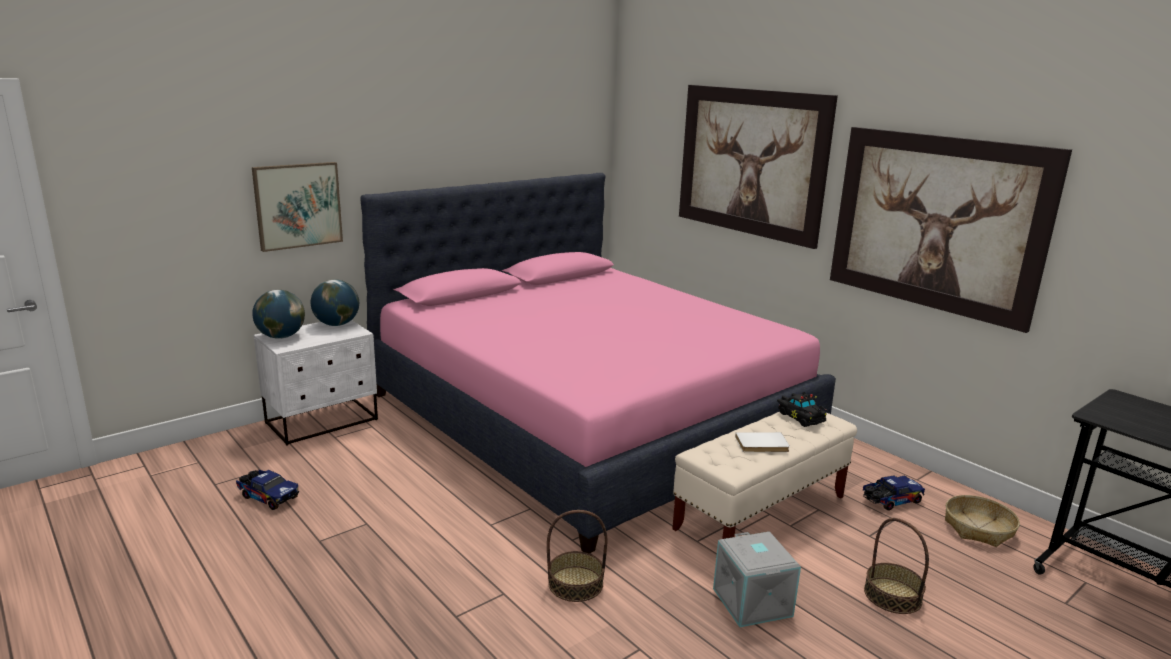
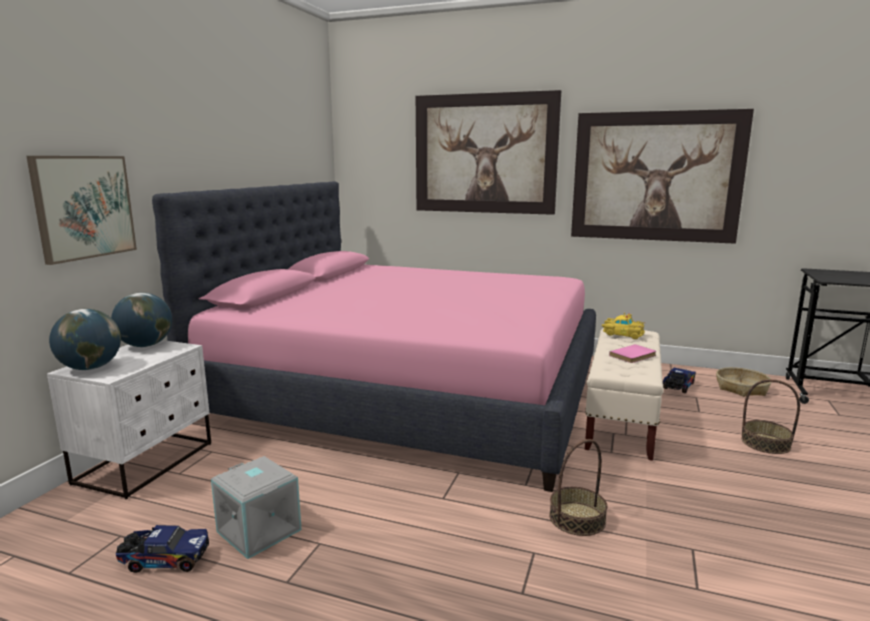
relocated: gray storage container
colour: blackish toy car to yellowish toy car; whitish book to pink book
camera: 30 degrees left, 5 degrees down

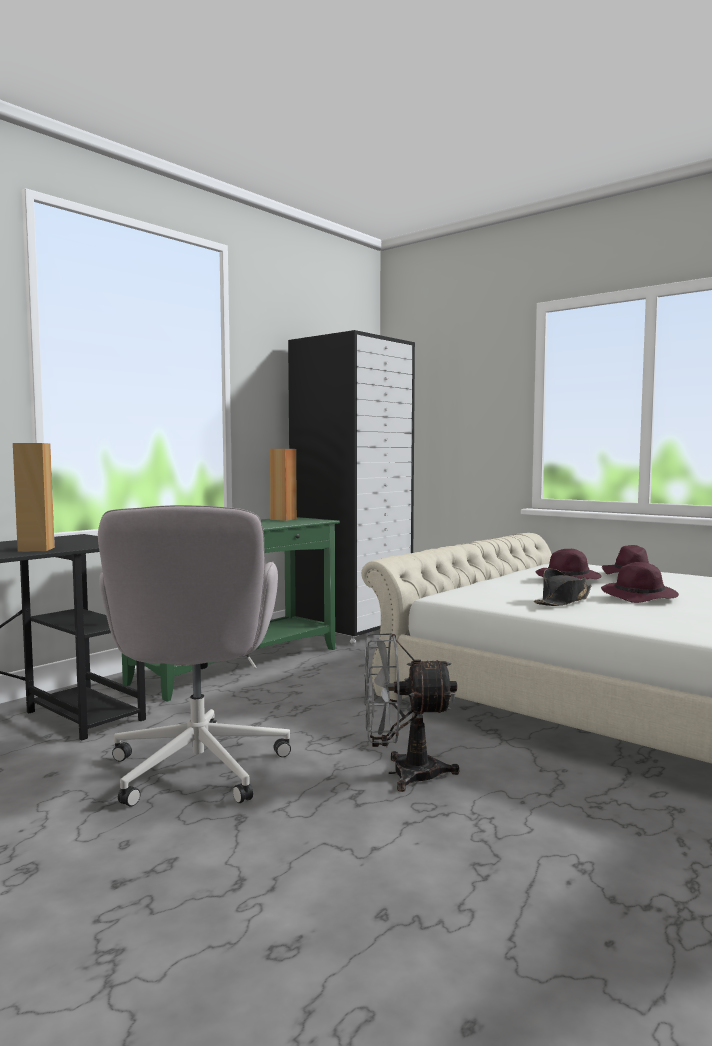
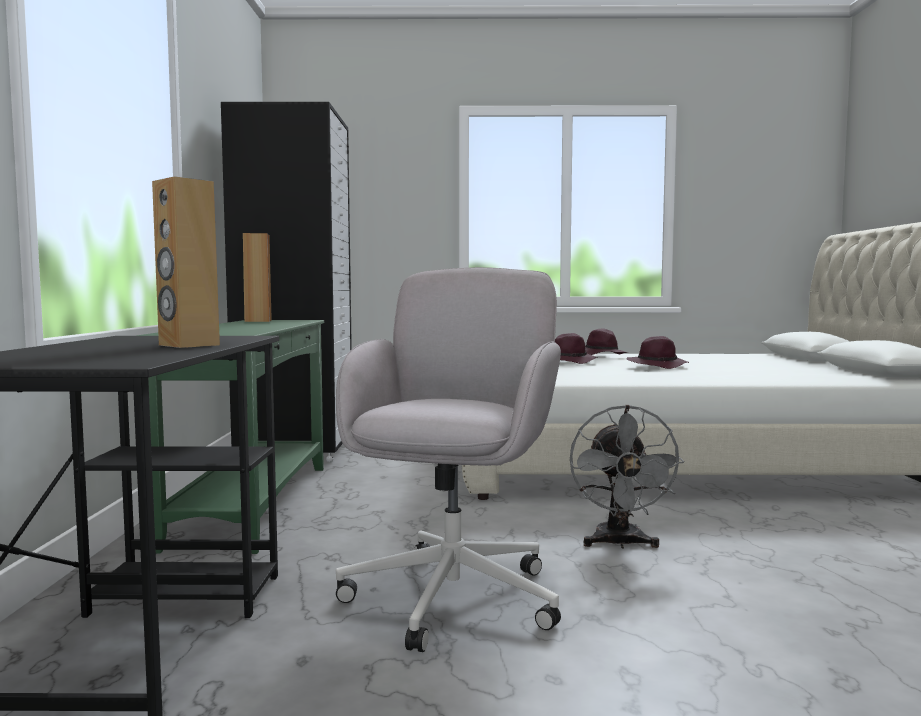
missing: blackish clothing hat
spun: gray desk chair 120 degrees counterclockwise; gray electric fan 45 degrees counterclockwise
camera: 40 degrees left, 0 degrees up

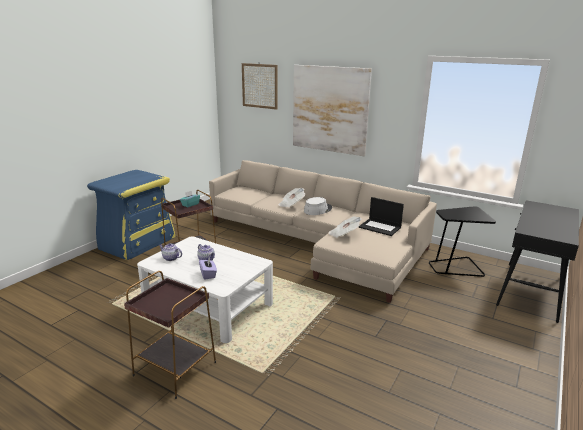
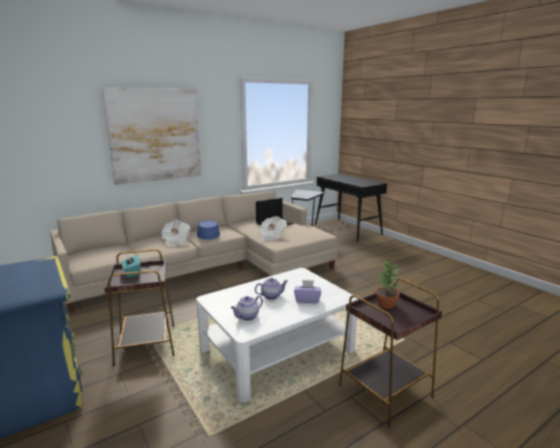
missing: wall picture (no. 1 from left)
appeared: plant in a pot
colour: gray clothing hat to bluish clothing hat
camera: 65 degrees left, 5 degrees down

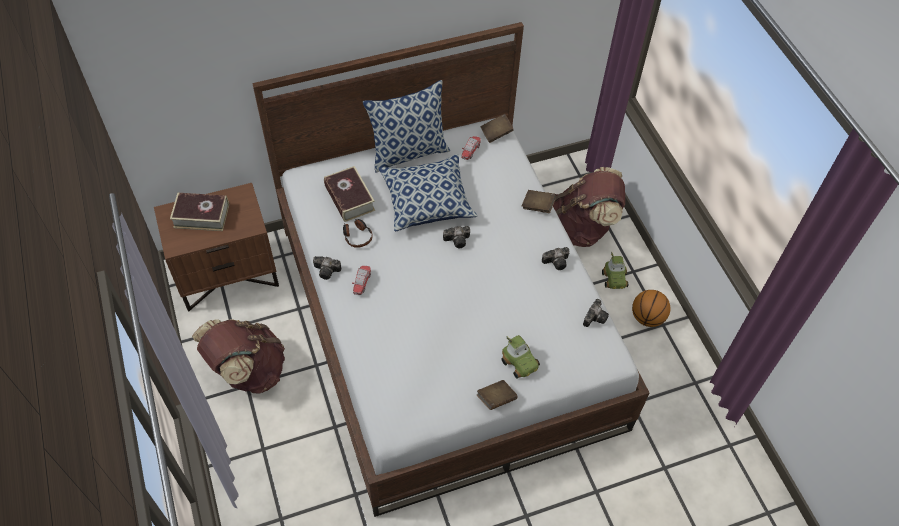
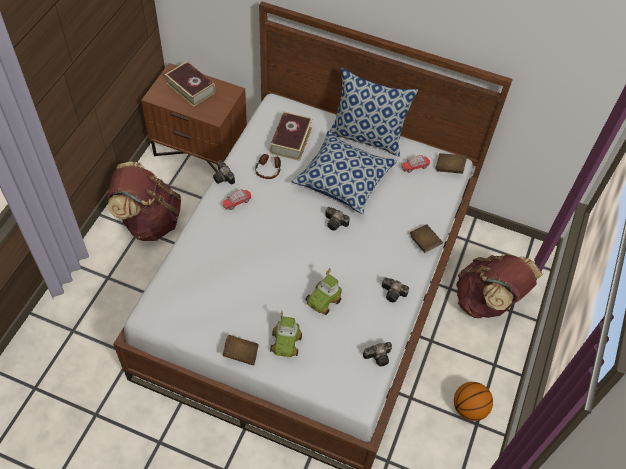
relocated: toy car (no. 4 from left in the first image) to toy car (no. 3 from left)
camera: 40 degrees right, 0 degrees up

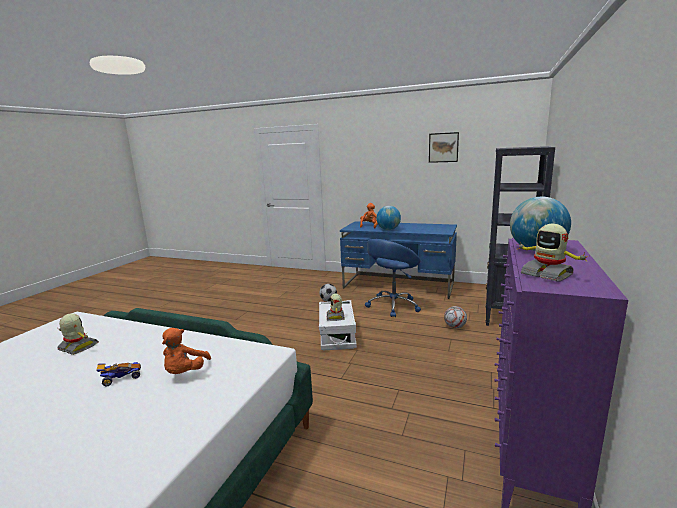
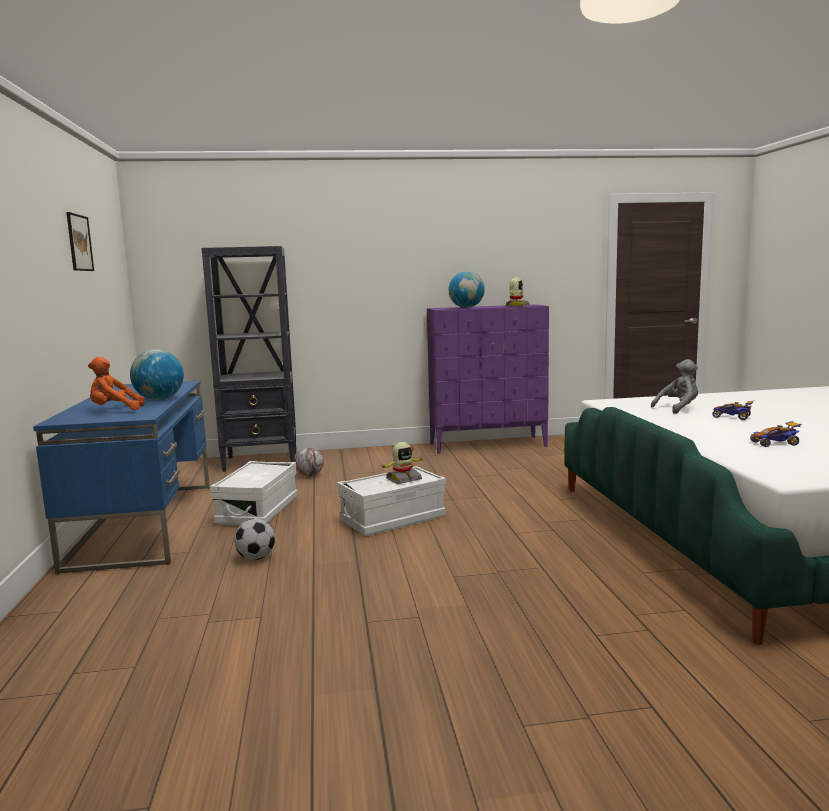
exchanged: bluish desk chair to whitish storage container (no. 1 from left); model robot (no. 1 from left) to toy car (no. 2 from left)
colour: orange-coloured plush toy (no. 1 from left) to gray plush toy
camera: 120 degrees left, 5 degrees down

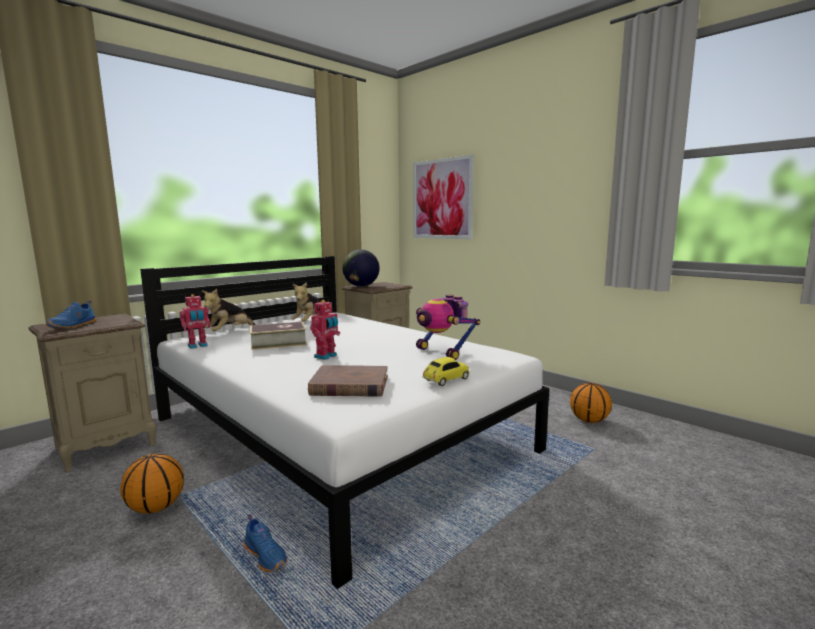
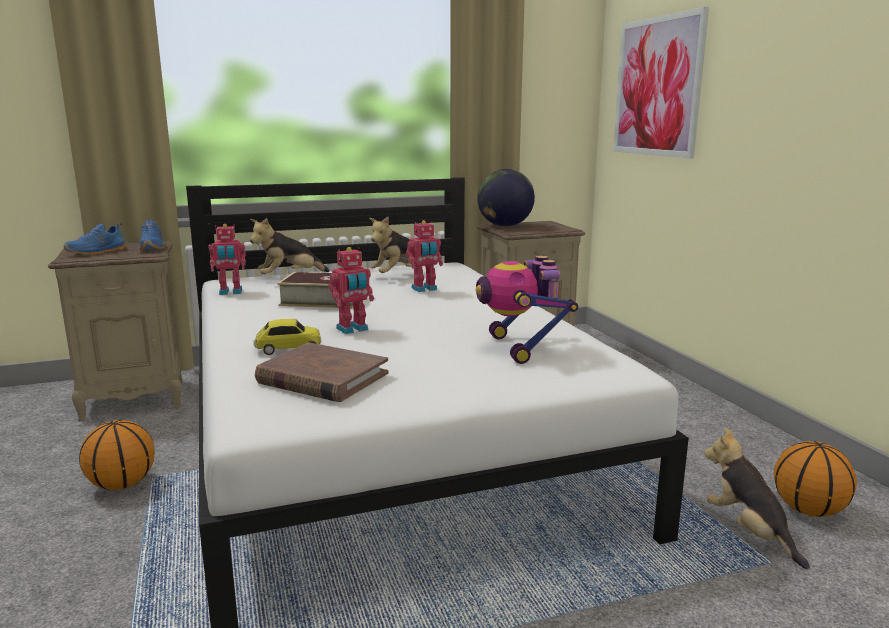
appeared: model robot (no. 3 from left); plush toy (no. 3 from left)
relocated: toy car; bluish item of footwear (no. 2 from left)
camera: 25 degrees right, 5 degrees up

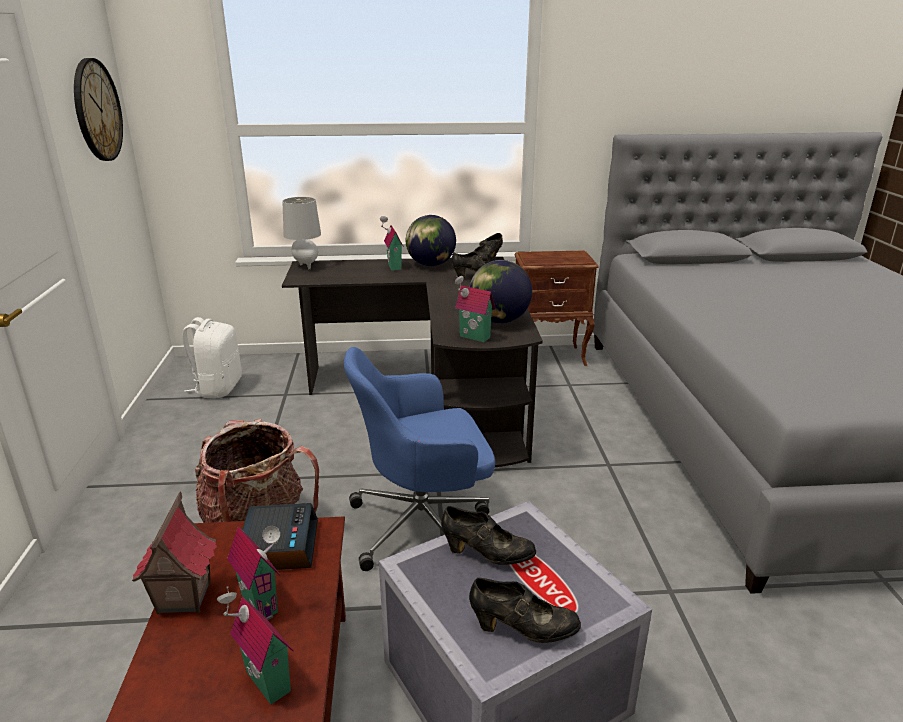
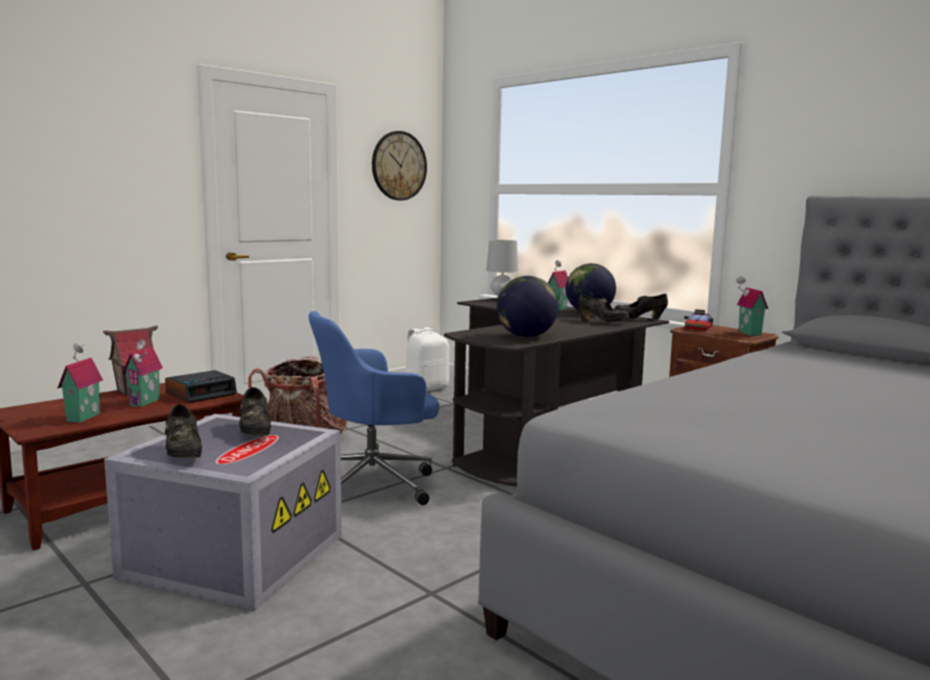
appeared: toy car
relocated: model house (no. 5 from left)
spun: bluish desk chair 60 degrees counterclockwise
camera: 50 degrees right, 15 degrees down

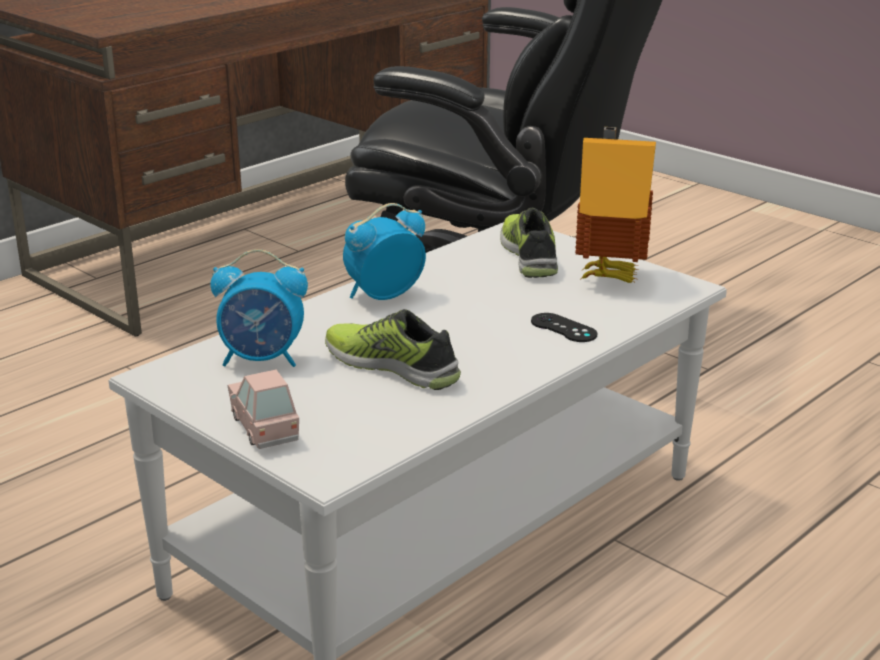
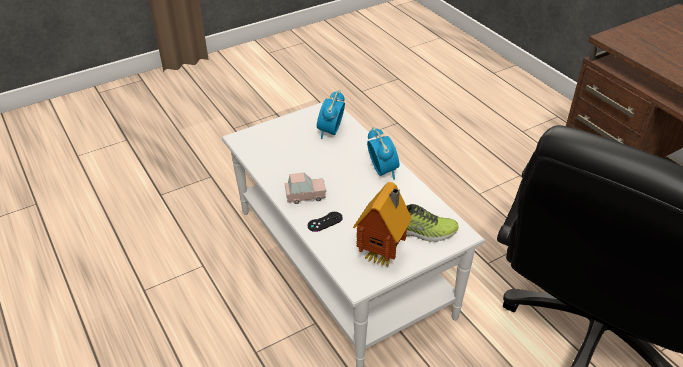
missing: item of footwear (no. 1 from left)
relocated: pink toy car
camera: 105 degrees right, 15 degrees up

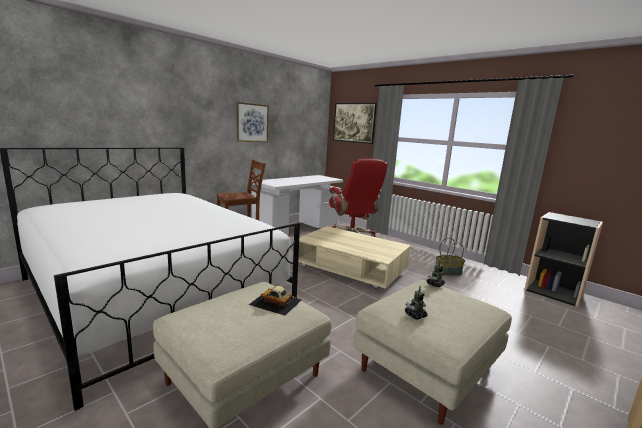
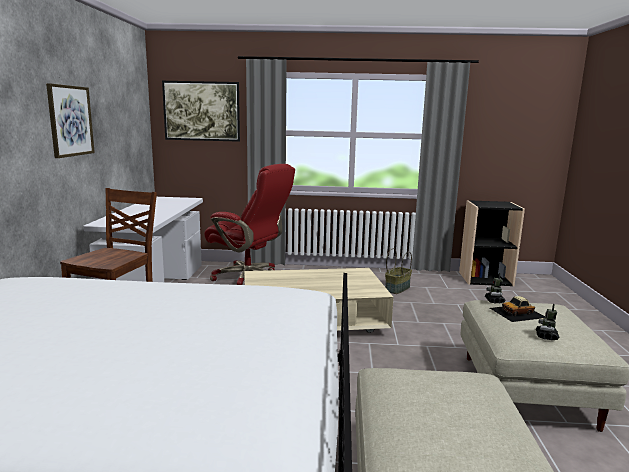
relocated: toy car
camera: 40 degrees left, 0 degrees up

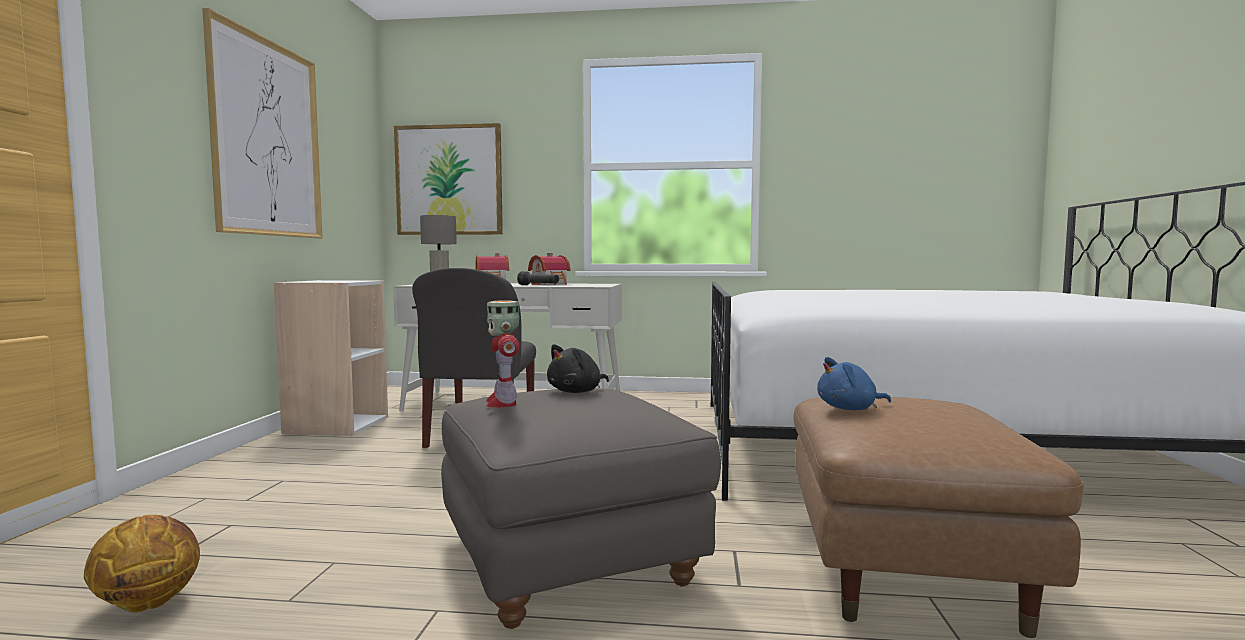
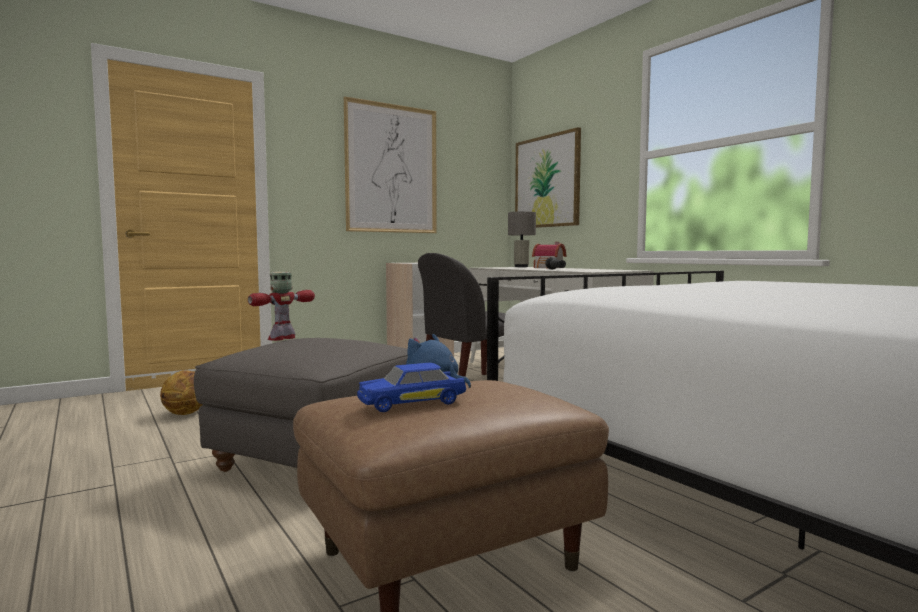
missing: model house (no. 2 from left); blackish plush toy
appeared: bluish toy car
camera: 50 degrees right, 0 degrees up

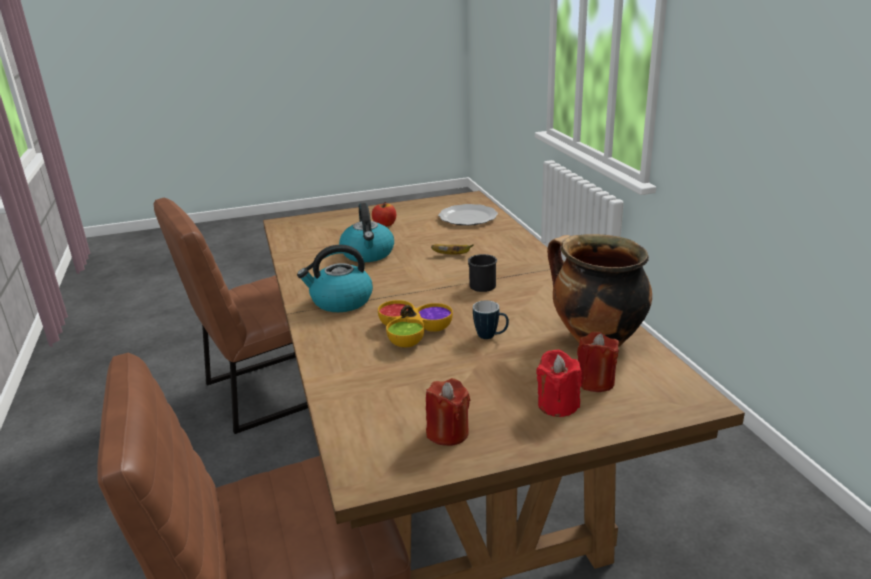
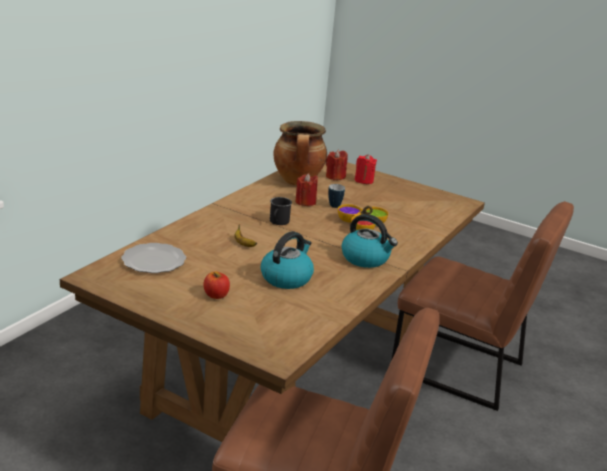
relocated: red-coloured candle (no. 1 from left)
camera: 135 degrees left, 0 degrees up

